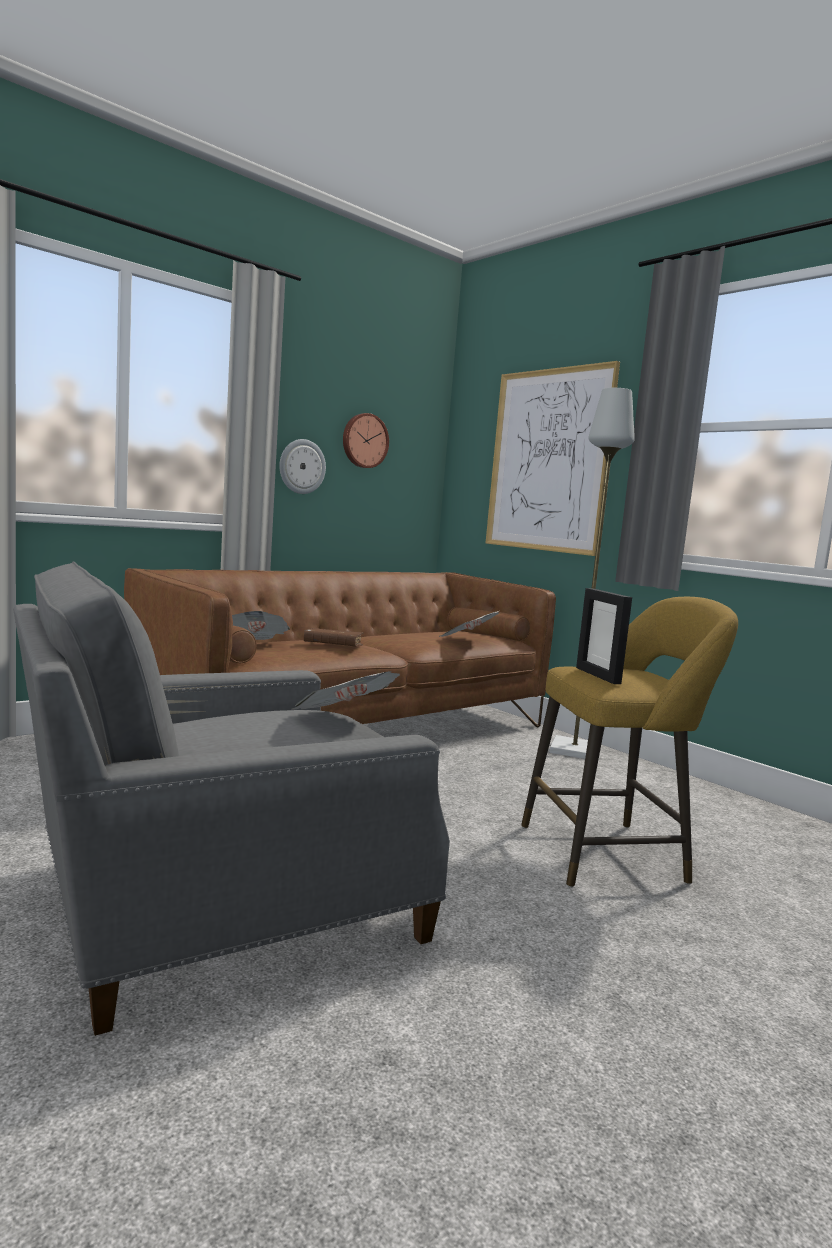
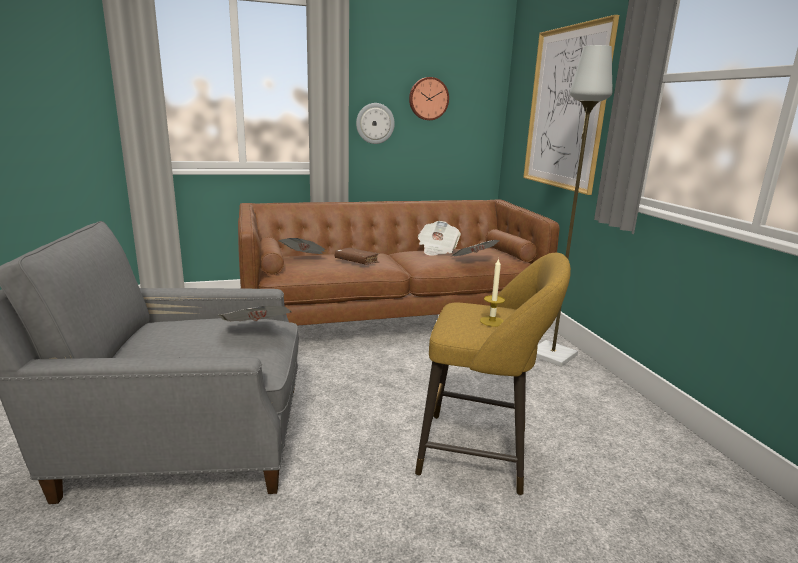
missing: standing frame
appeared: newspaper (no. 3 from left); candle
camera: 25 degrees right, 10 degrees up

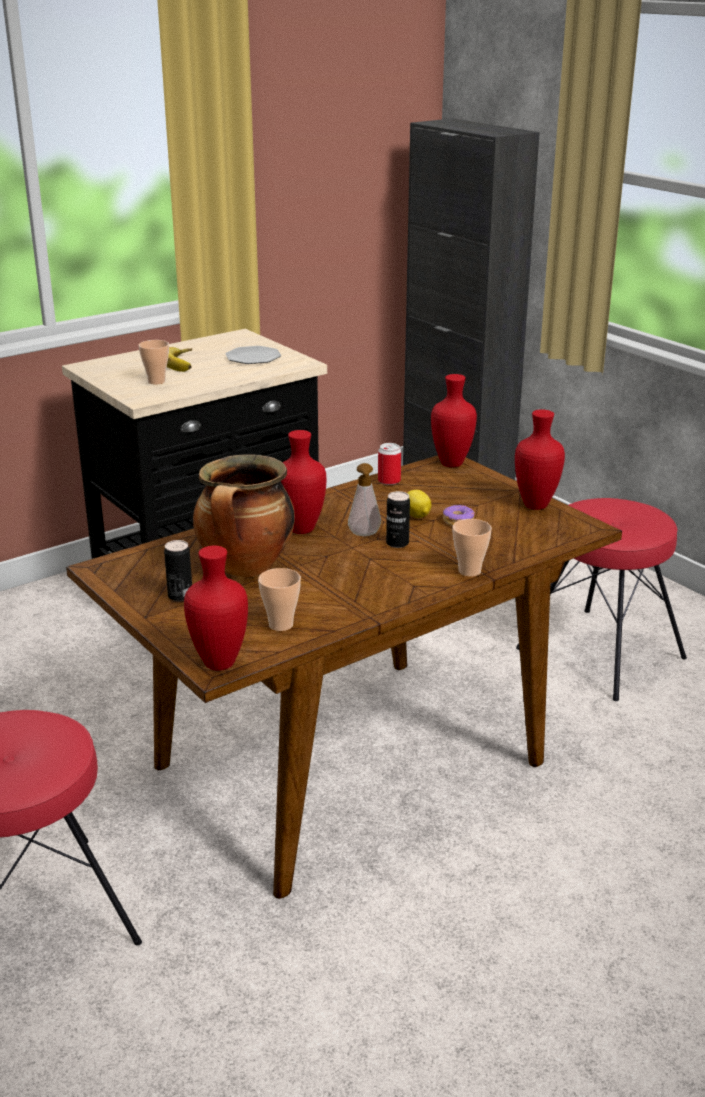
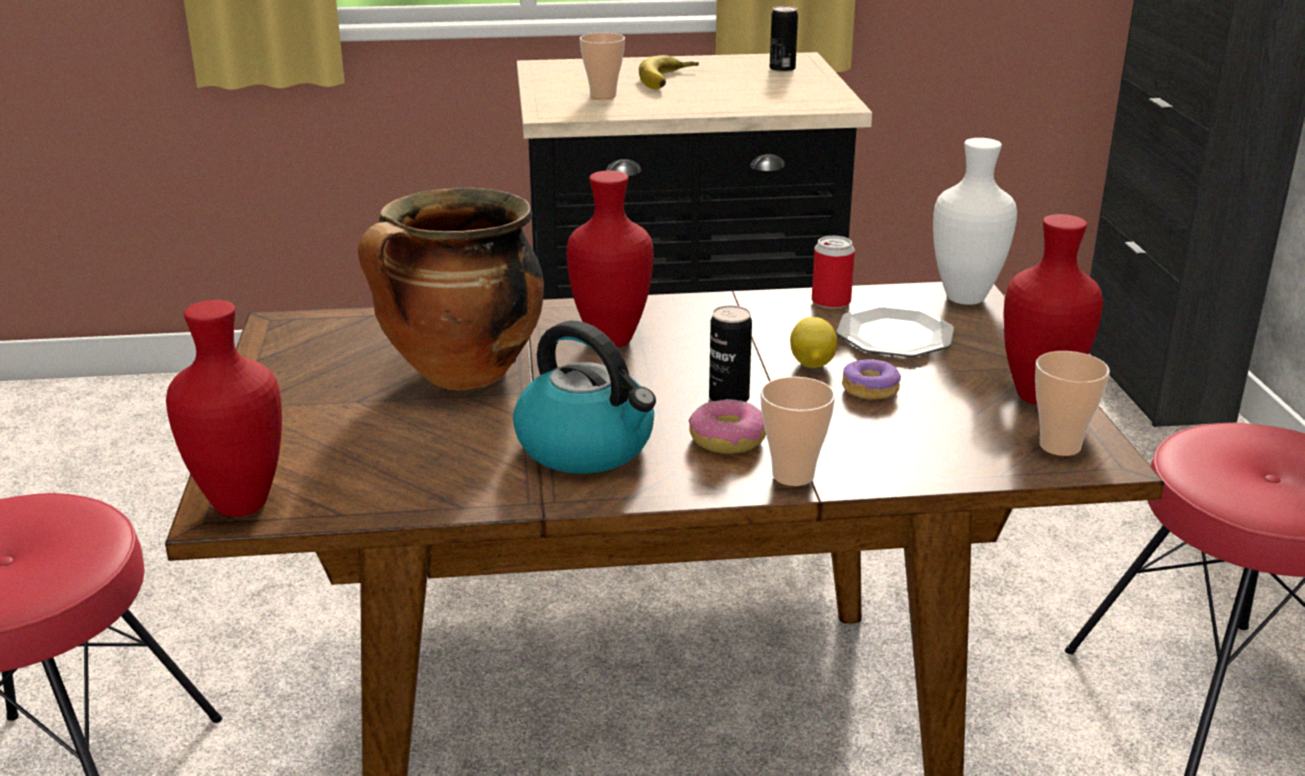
missing: liquid soap bottle
appeared: water kettle; donut (no. 1 from left)
relocated: flat dish; metal can (no. 1 from left in the first image) to metal can (no. 2 from left); small cup (no. 2 from left in the first image) to small cup (no. 3 from left)
colour: red-coloured vase (no. 3 from left) to whitish vase
camera: 30 degrees right, 0 degrees up

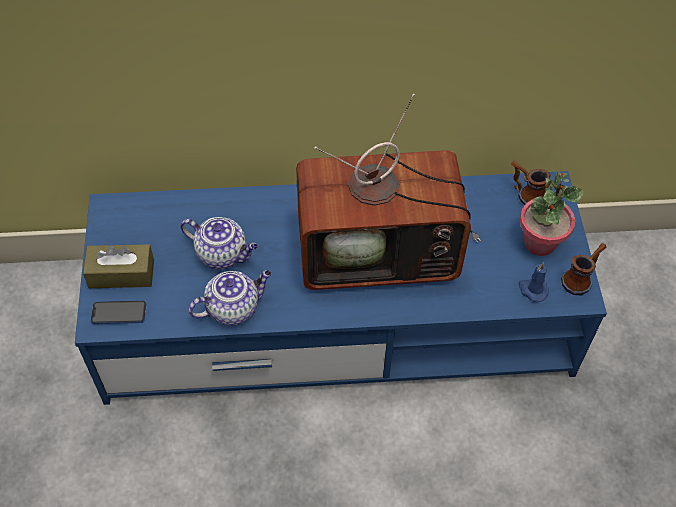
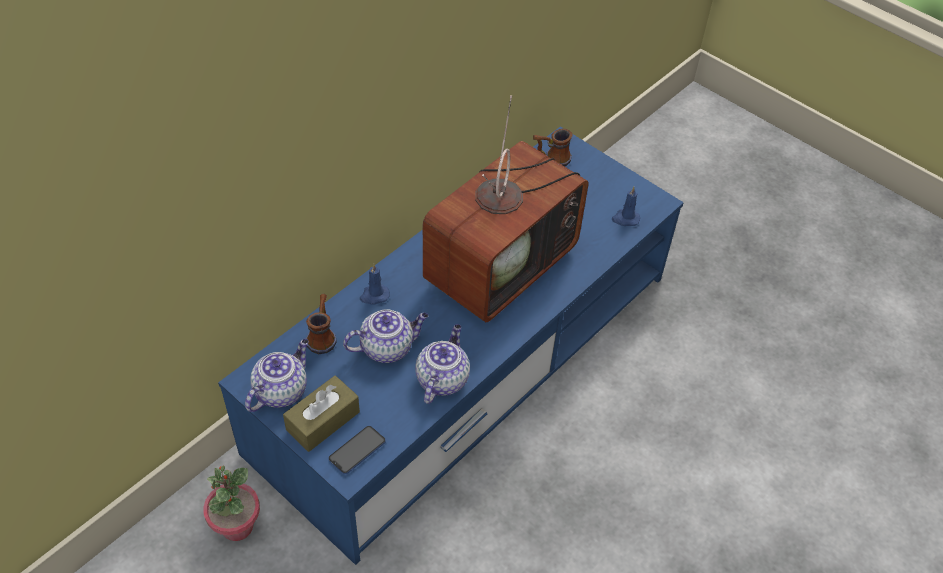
appeared: bluish candle (no. 1 from left); tea pot (no. 1 from left)
relocated: plant in a pot; coffee mug (no. 2 from left in the first image) to coffee mug (no. 1 from left)
camera: 45 degrees left, 5 degrees down

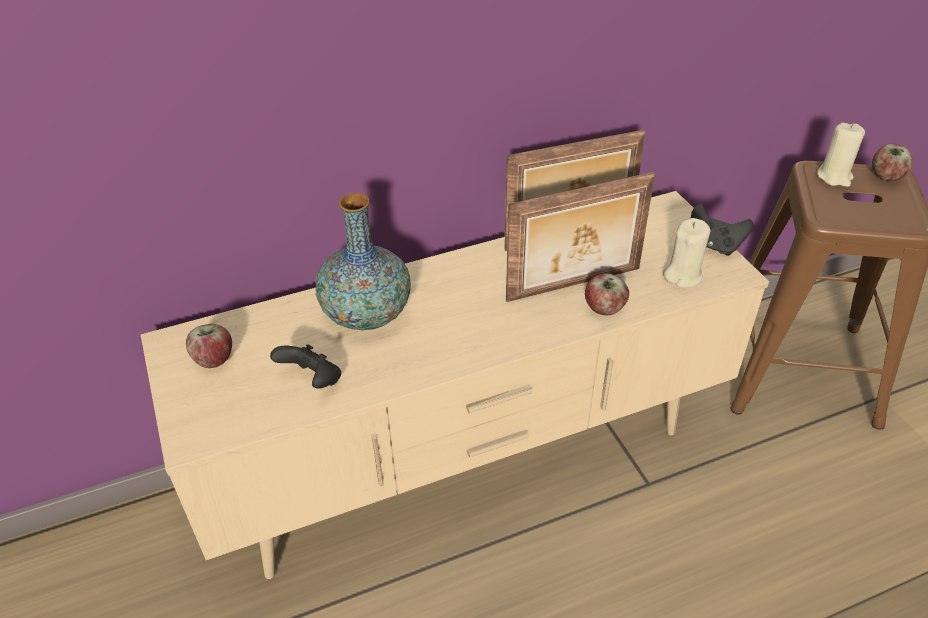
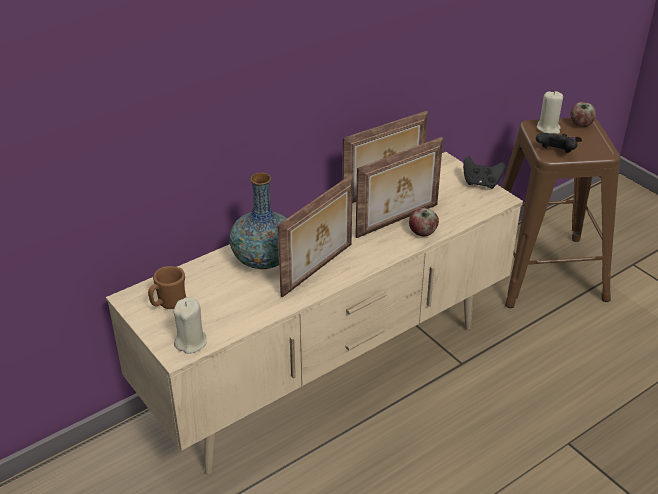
appeared: standing frame (no. 1 from left)
relocated: beige candle (no. 1 from left); blackish game controller (no. 1 from left in the first image) to blackish game controller (no. 2 from left)
exchanged: apple fruit (no. 1 from left) to brown-coloured coffee mug
camera: 15 degrees left, 5 degrees down

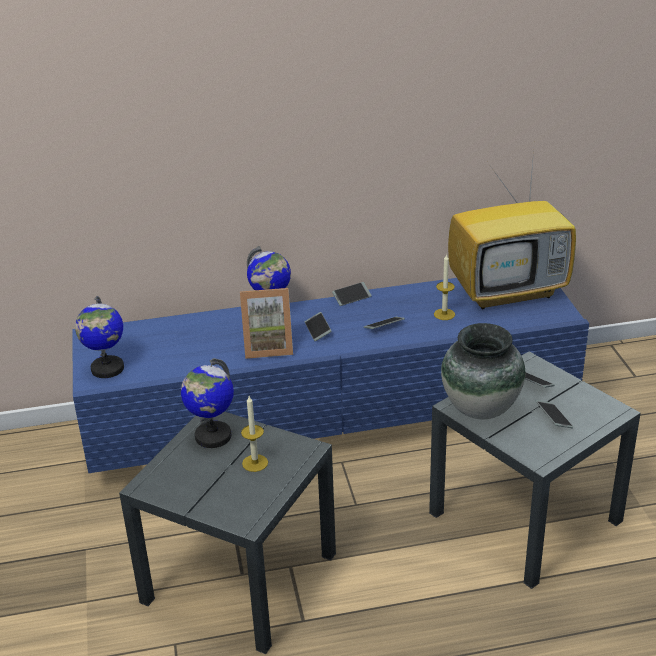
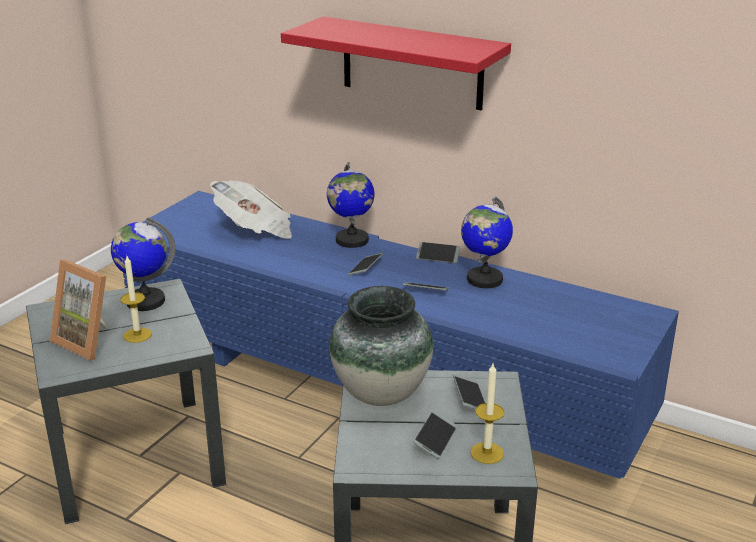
missing: TV set
appeared: red-coloured shelf; newspaper
relocated: candle (no. 2 from left); standing frame; desk globe (no. 1 from left in the first image) to desk globe (no. 3 from left)
camera: 40 degrees right, 5 degrees down

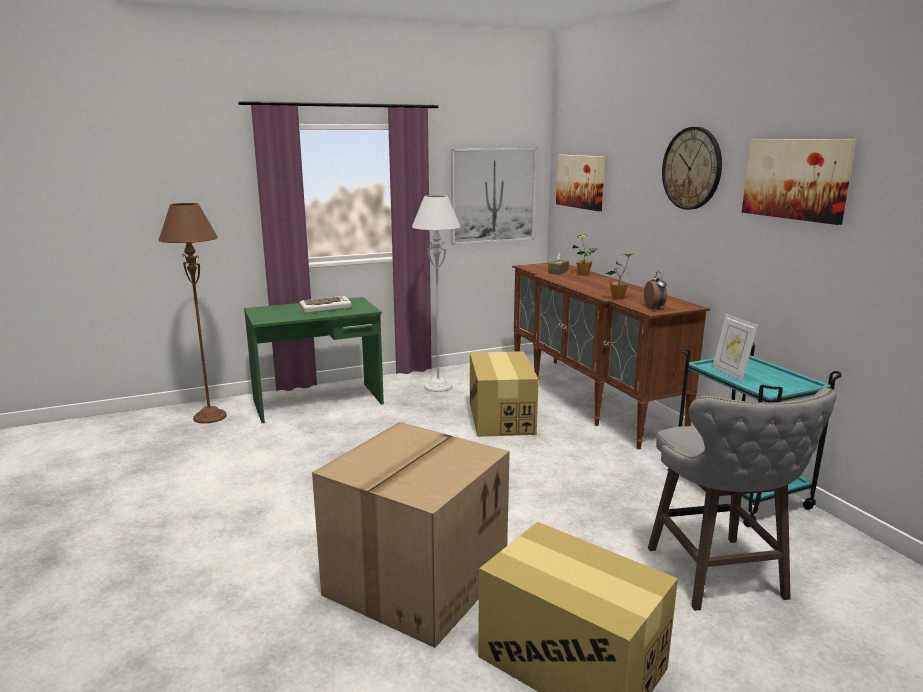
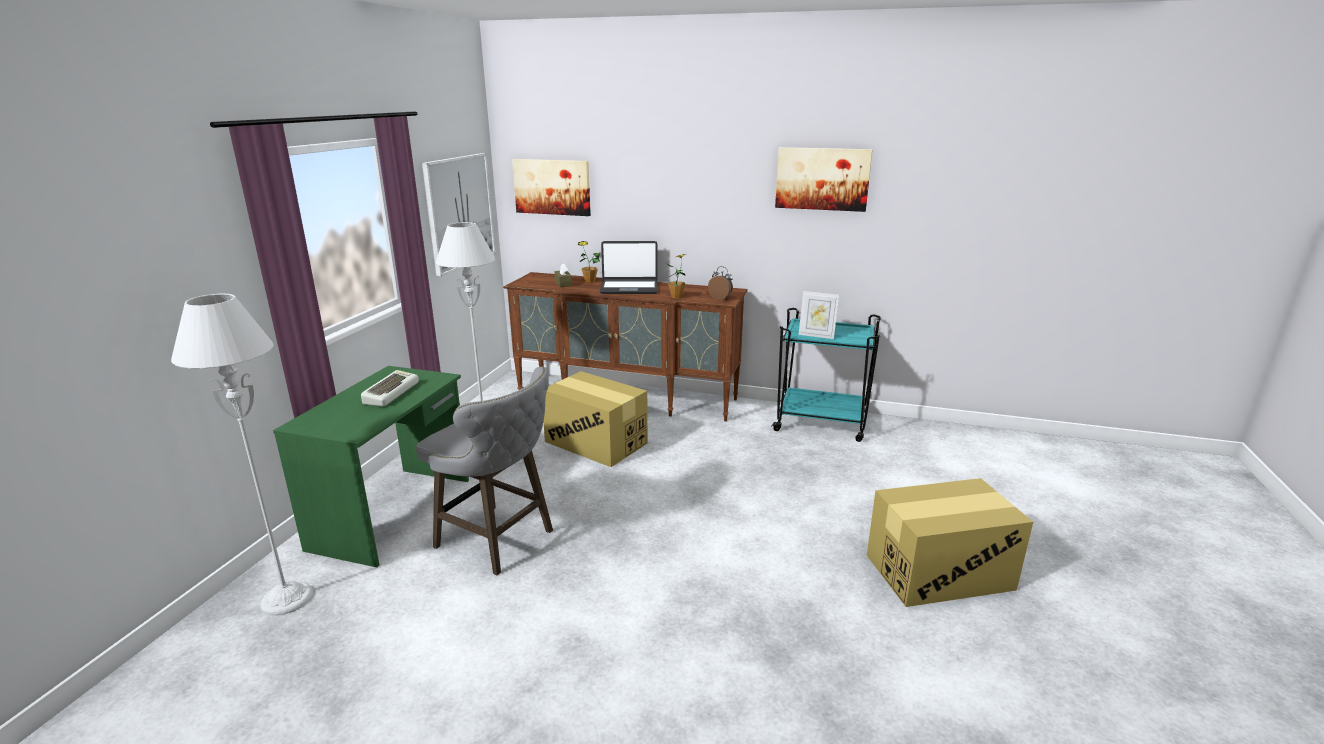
missing: clock on the wall; carton (no. 1 from left)
appeared: laptop
relocated: gray stool seat
colour: brown-coloured standard lamp to gray standard lamp (no. 1 from left)
camera: 50 degrees left, 5 degrees up

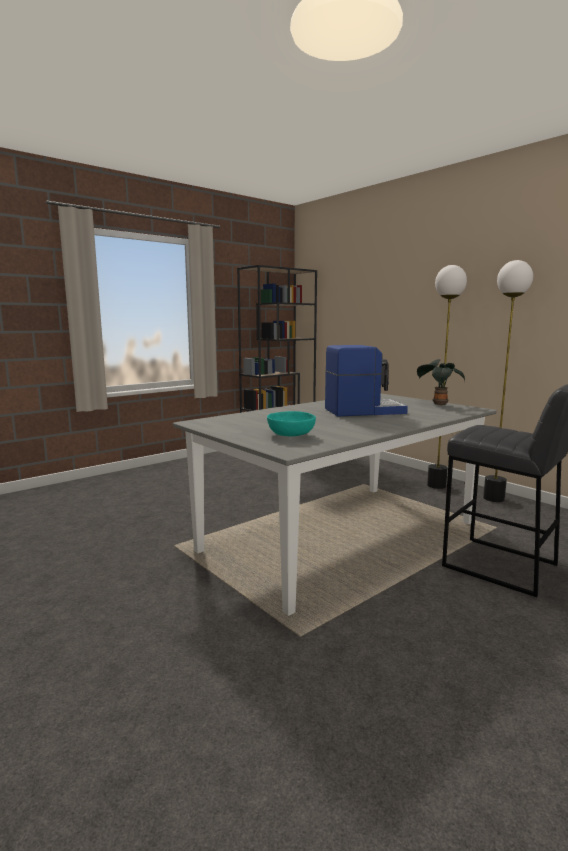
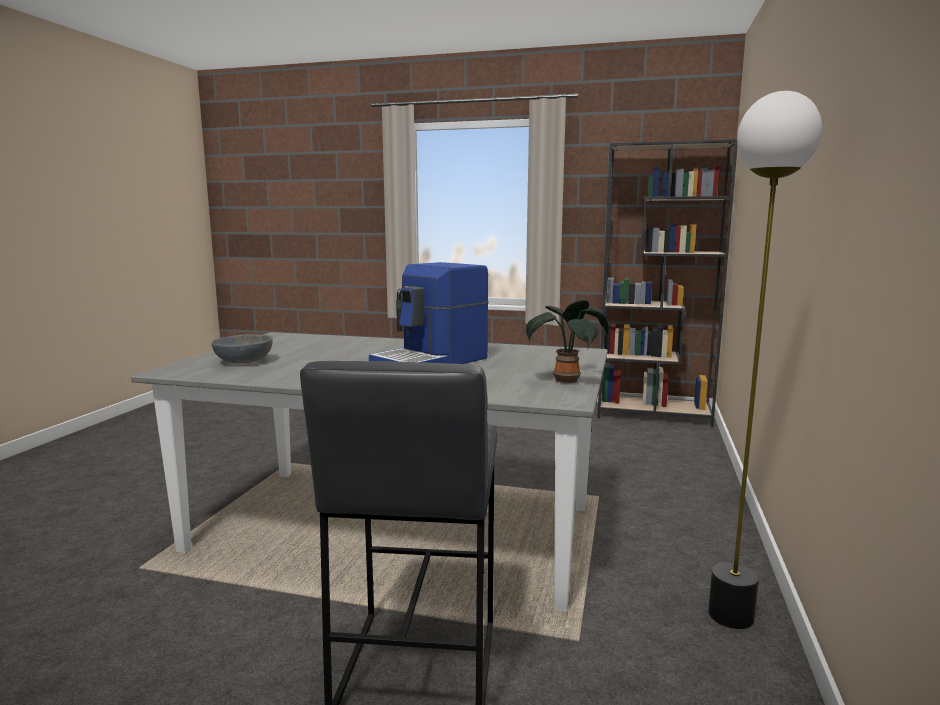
missing: standard lamp (no. 1 from left)
colour: turquoise serving bowl to gray serving bowl
spun: coffee machine 90 degrees clockwise
camera: 55 degrees right, 0 degrees up

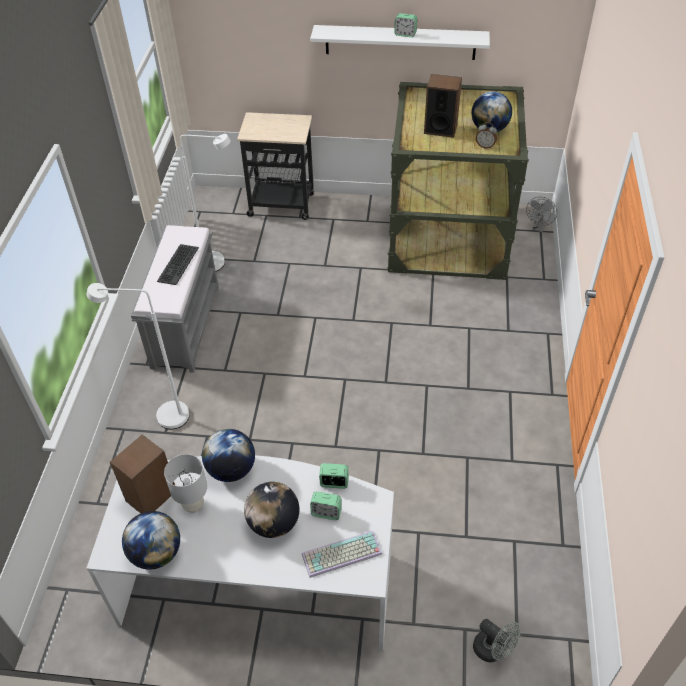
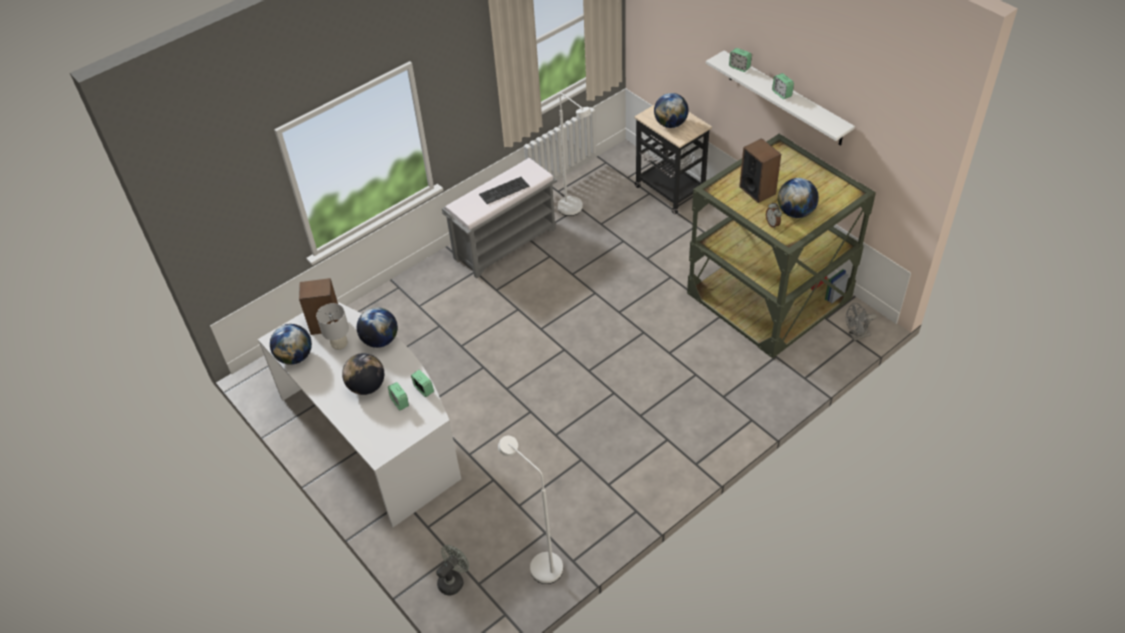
missing: computer keyboard (no. 2 from left)
appeared: table clock (no. 3 from left); desk globe (no. 4 from left)
relocated: whitish standard lamp (no. 1 from left)
spun: gray electric fan (no. 1 from left) 135 degrees counterclockwise
camera: 45 degrees right, 0 degrees up

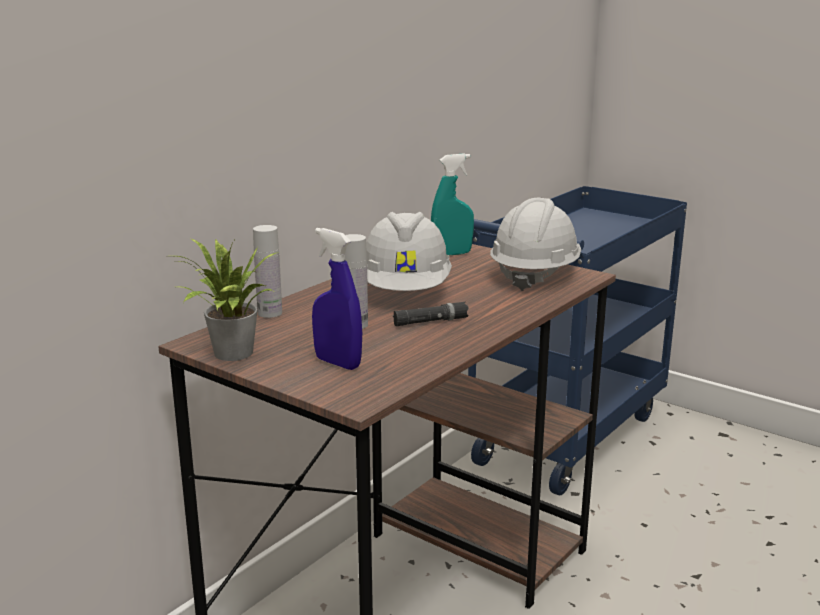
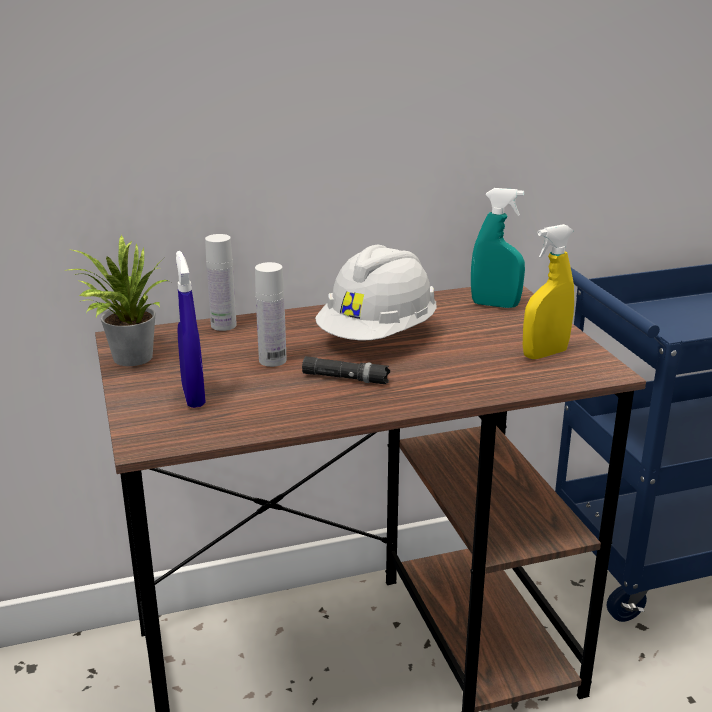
exchanged: whitish hard hat (no. 2 from left) to yellowish spray bottle
camera: 35 degrees right, 5 degrees up

